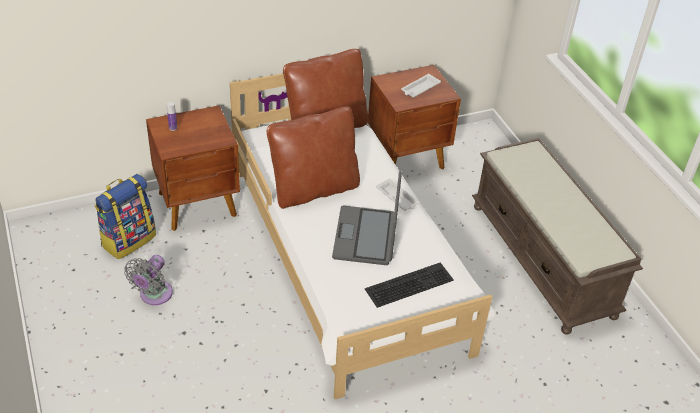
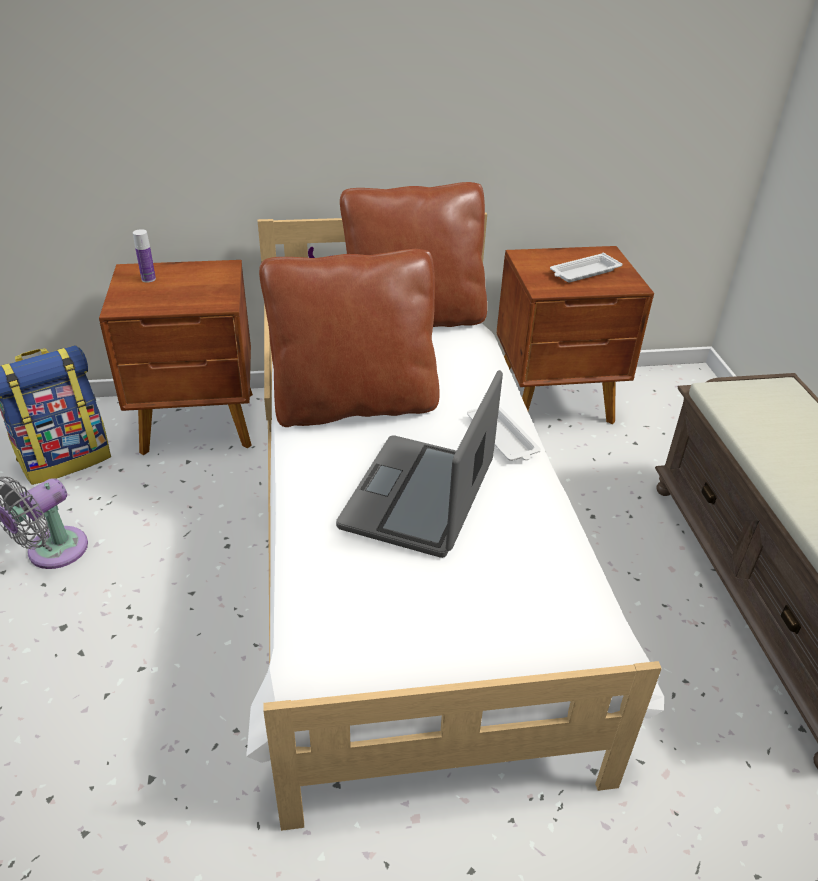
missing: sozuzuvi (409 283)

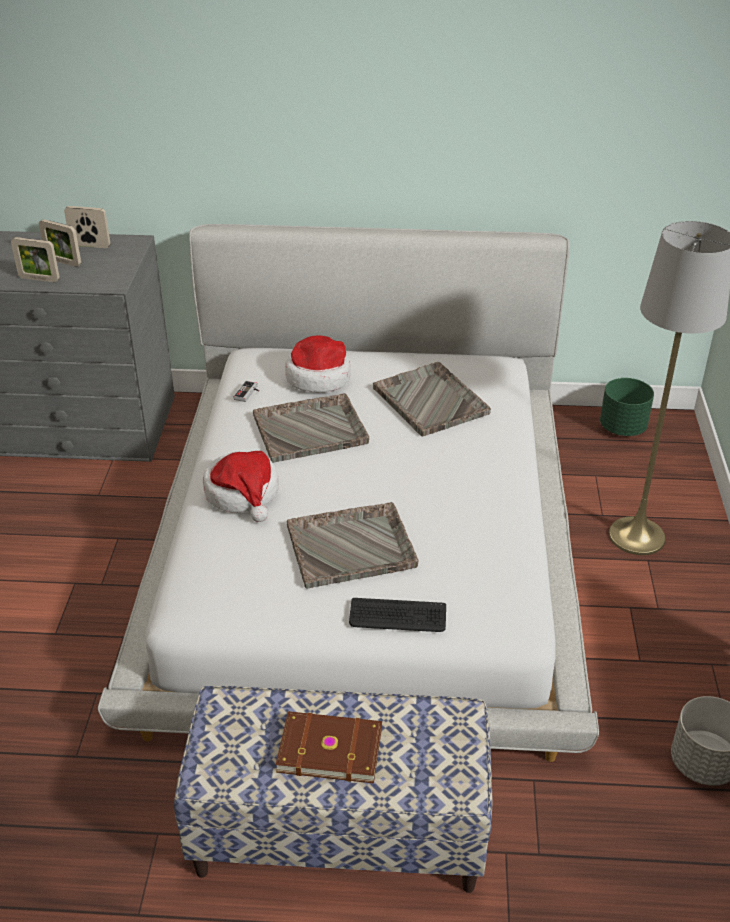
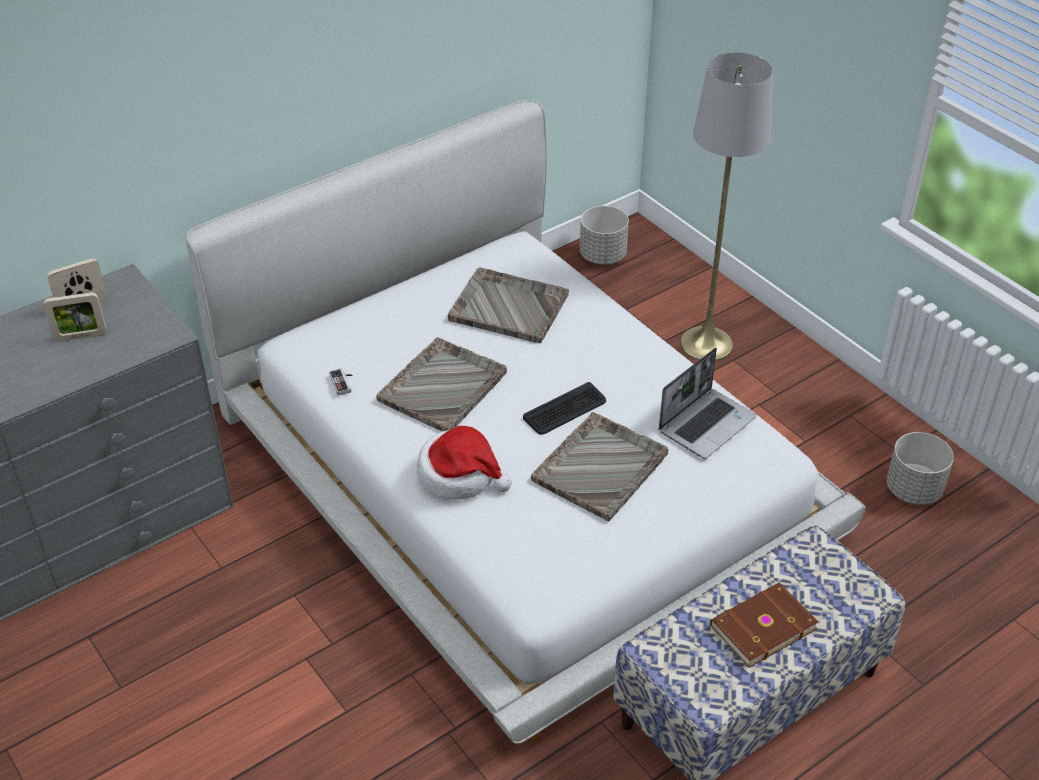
missing: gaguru (39 279); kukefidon (319 377)
appeared: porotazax (706 424)
relocated: sozuzuvi (397 616) to (565 410)
colour: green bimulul (622 428) to grey bimulul (602 256)

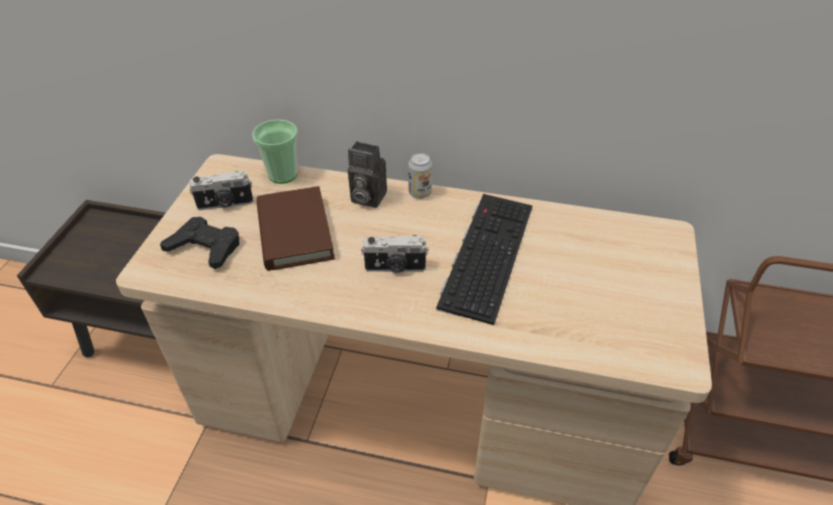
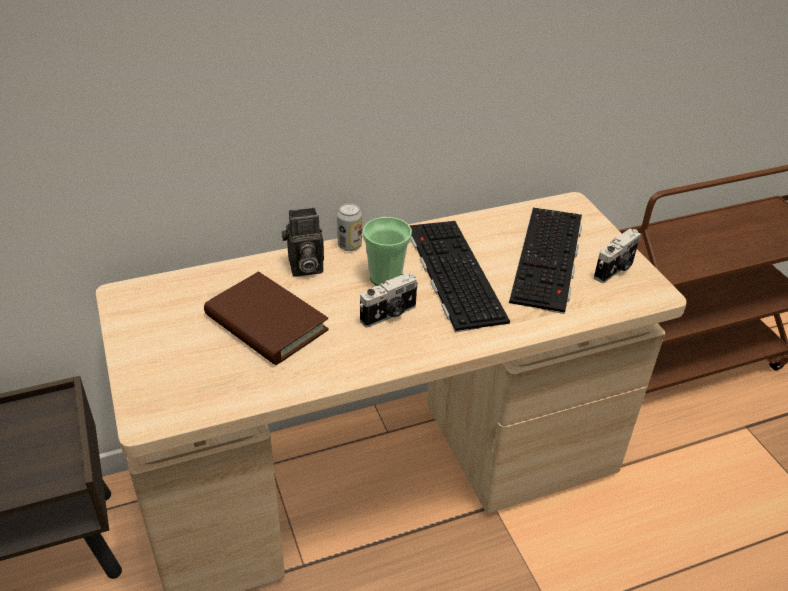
missing: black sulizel (205 247)
appeared: sozuzuvi (549 259)
relocated: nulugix (282 175) to (386 278); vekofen (225 204) to (615 269)

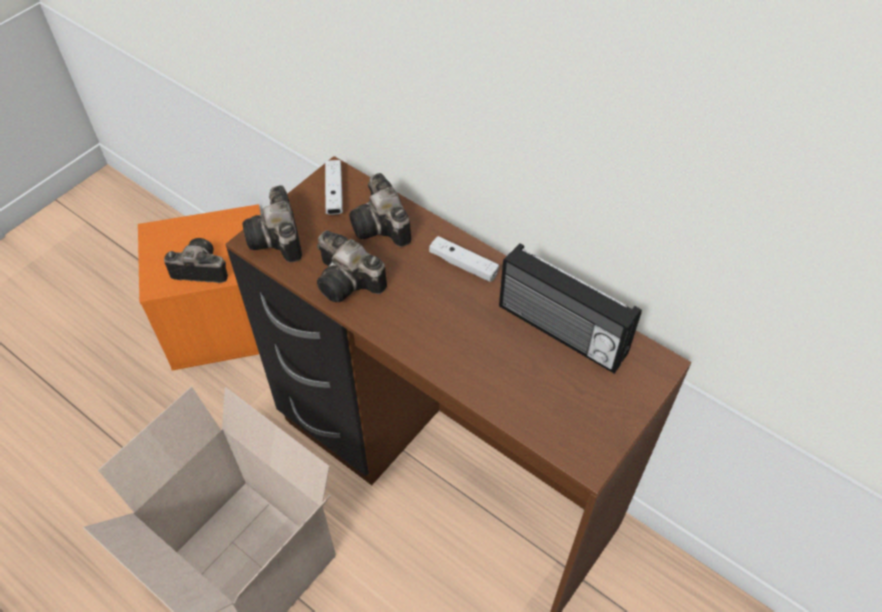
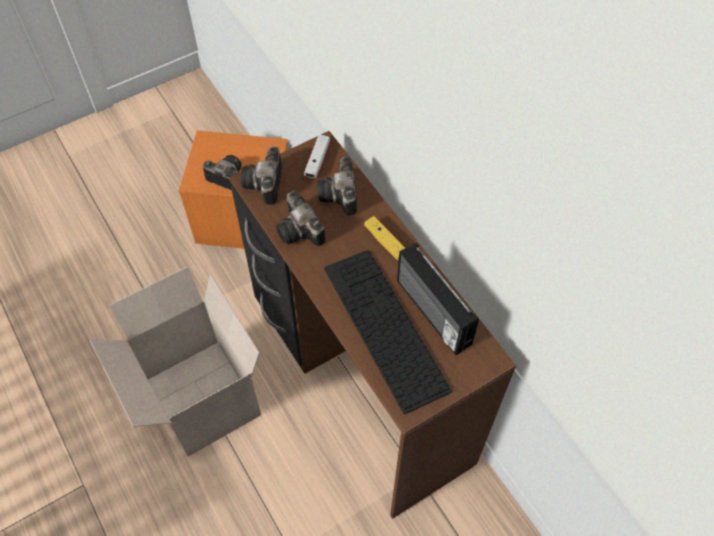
appeared: sozuzuvi (385 327)
colour: white sulizel (463 264) to yellow sulizel (385 242)

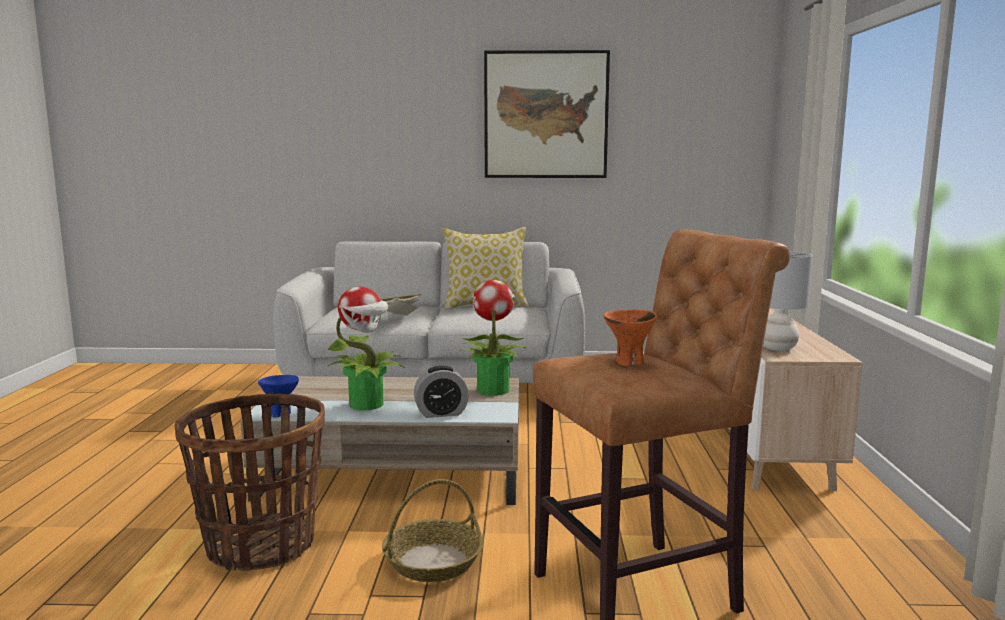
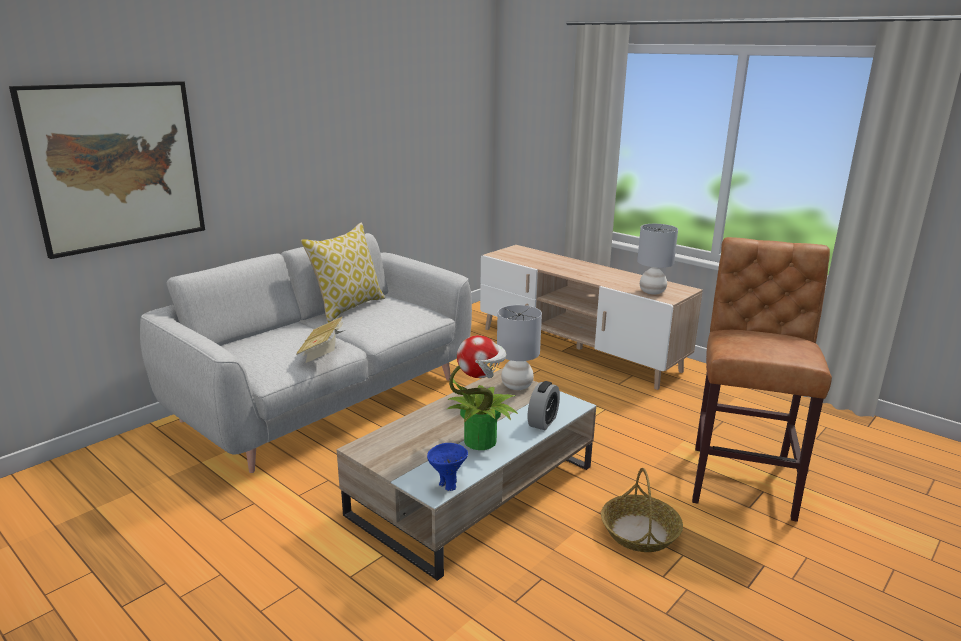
missing: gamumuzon (260 545); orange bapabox (629 362)
relocated: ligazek (546 115) to (116 166)
exchanged: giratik (492 390) to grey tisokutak (517 386)

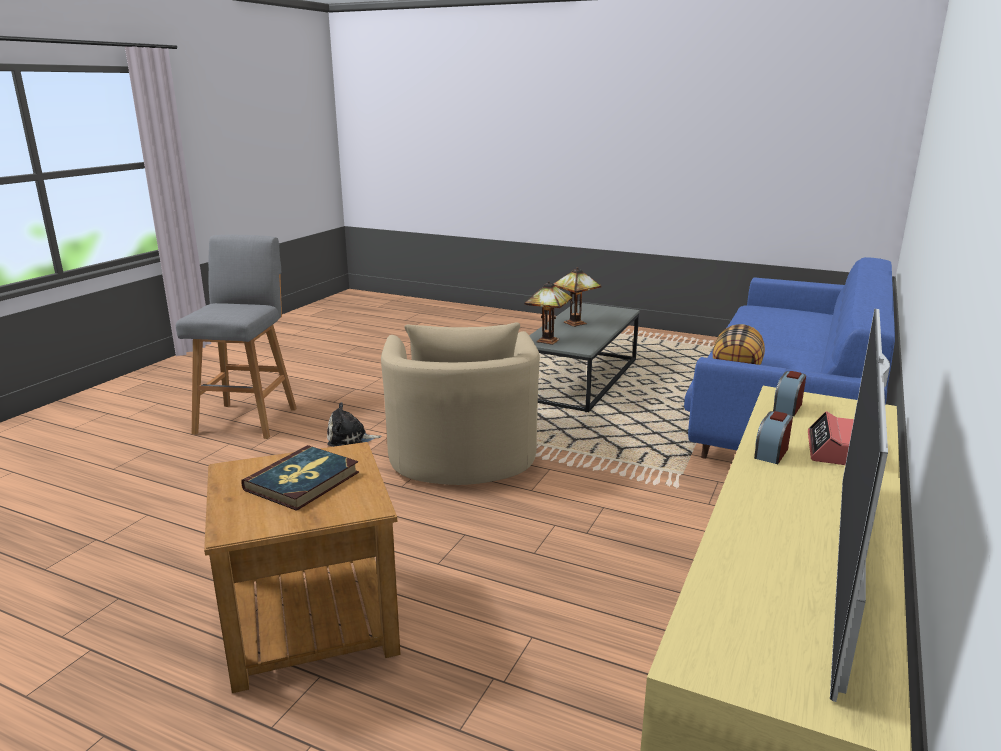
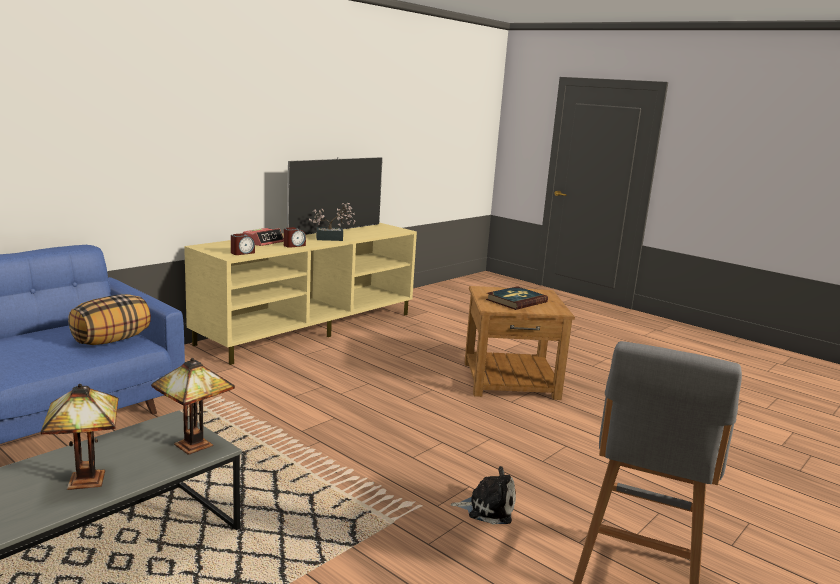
missing: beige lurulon (461 450)
appeared: giratik (333 238)

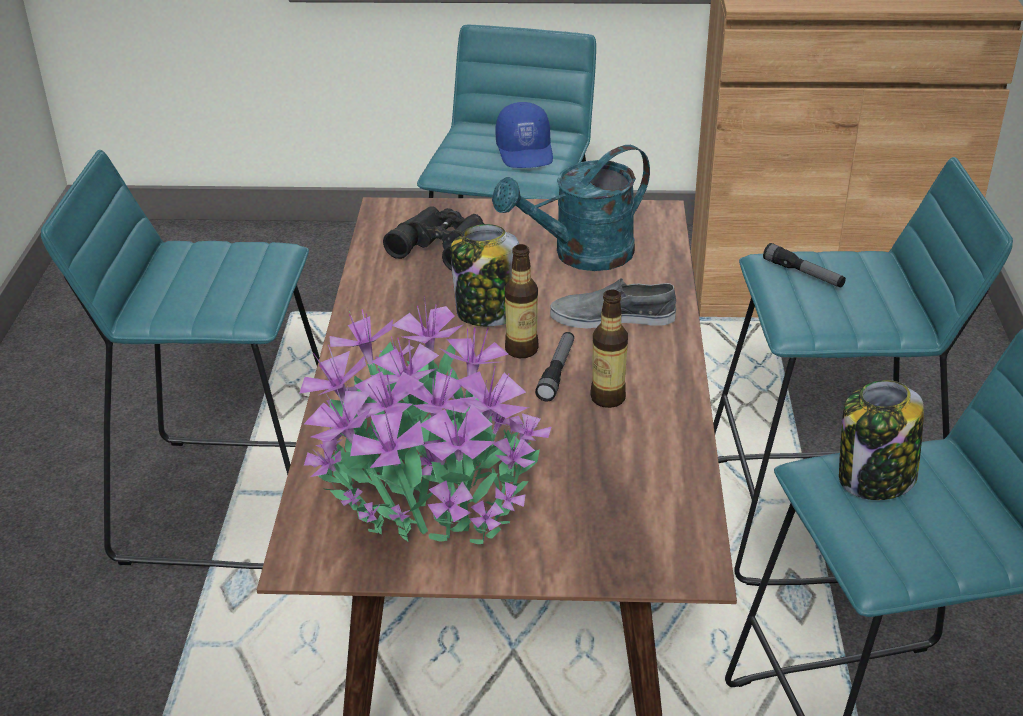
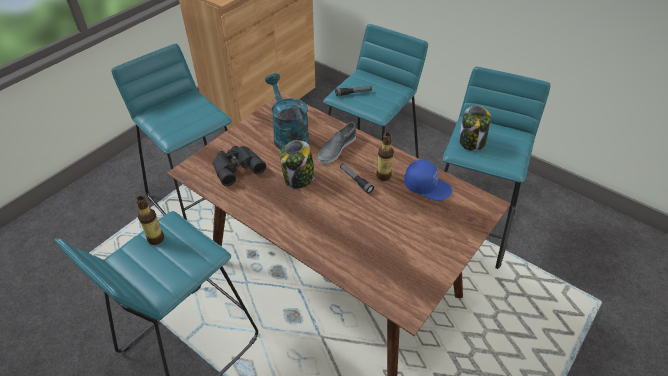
missing: giratik (426 489)
relocated: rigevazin (521 349) to (156 238); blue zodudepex (526 151) to (427 186)
spun: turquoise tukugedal (581 255) = (288 135) 150 degrees clockwise

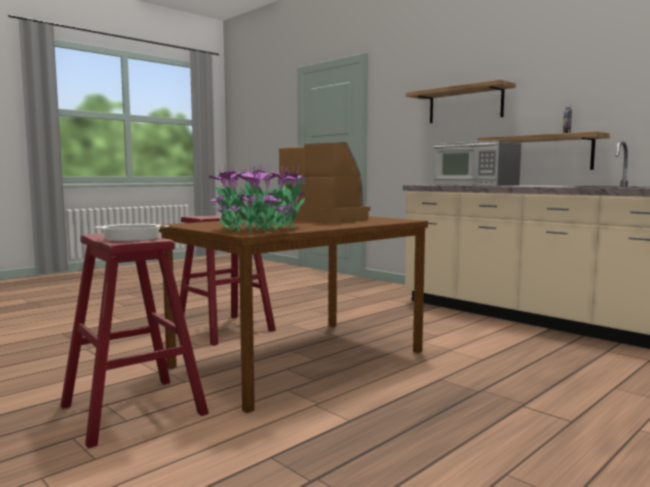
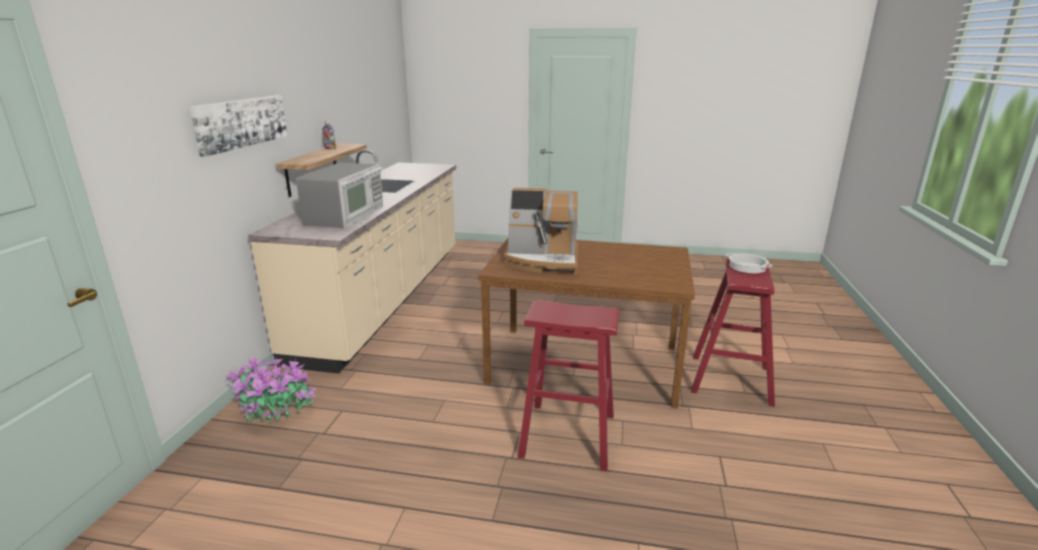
relocated: giratik (259 229) to (276 409)
exchanged: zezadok (465 105) to ligazek (241 123)
spun: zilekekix (326 218) = (543 261) 90 degrees counterclockwise

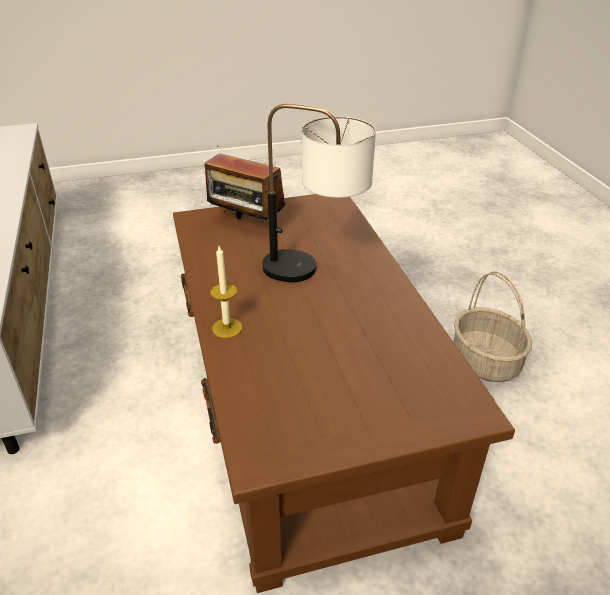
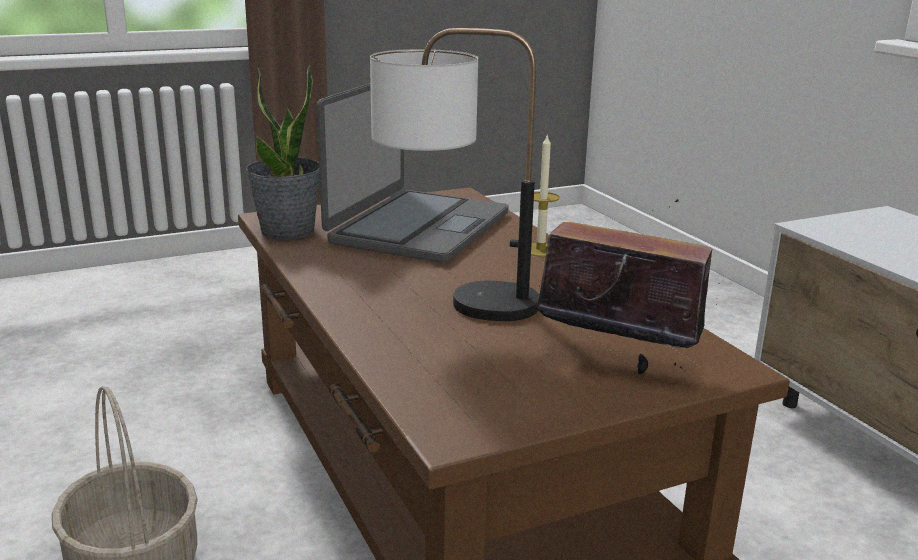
appeared: giratik (288 231); porotazax (418 227)

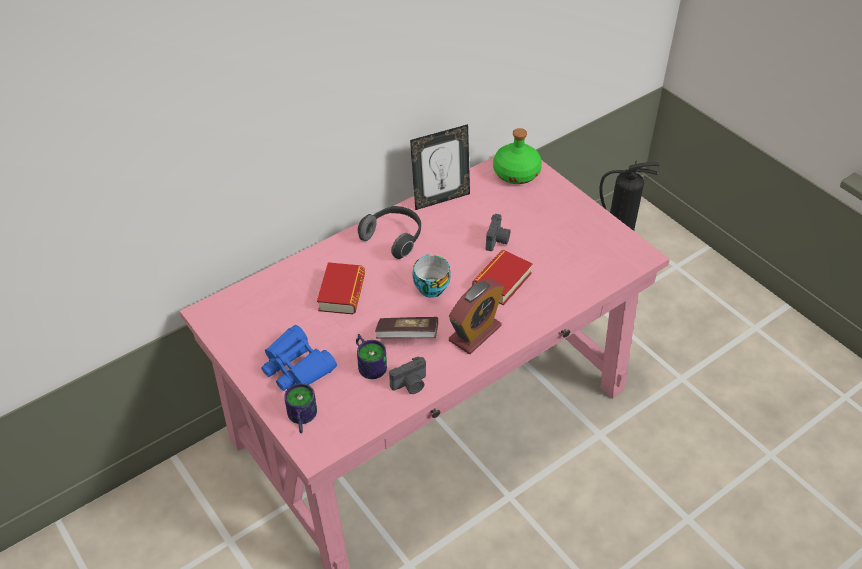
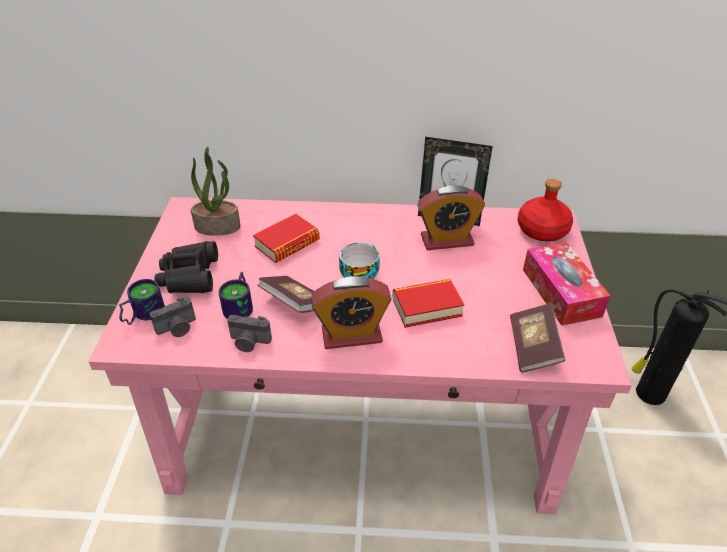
missing: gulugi (394 238)
appeared: giratik (218 226); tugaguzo (447 240); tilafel (533 347); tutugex (561 292)
relocated: vekofen (497 240) to (177 328)
colour: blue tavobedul (297 366) to black tavobedul (190 276); green rigevazin (517 173) to red rigevazin (542 230)

